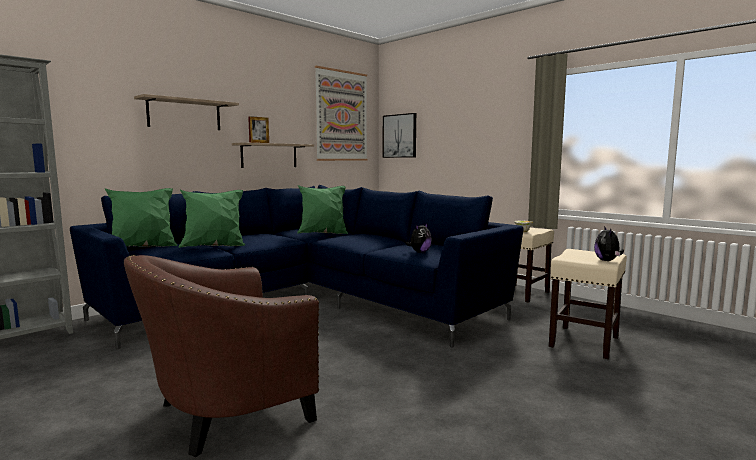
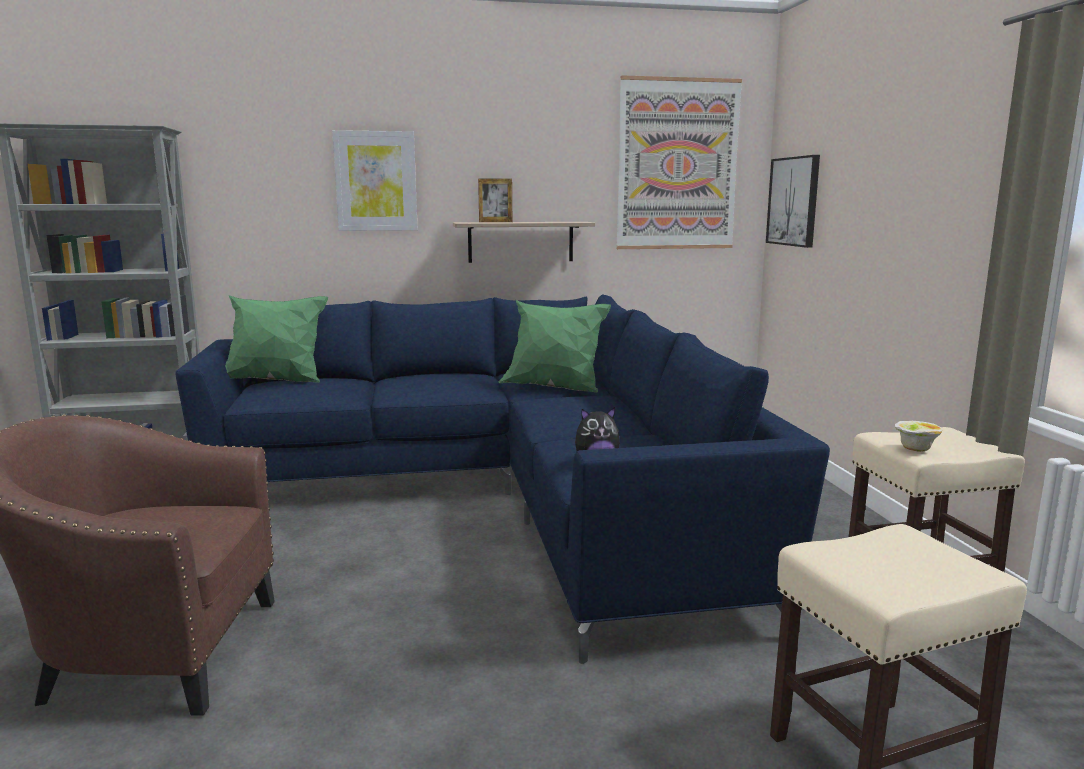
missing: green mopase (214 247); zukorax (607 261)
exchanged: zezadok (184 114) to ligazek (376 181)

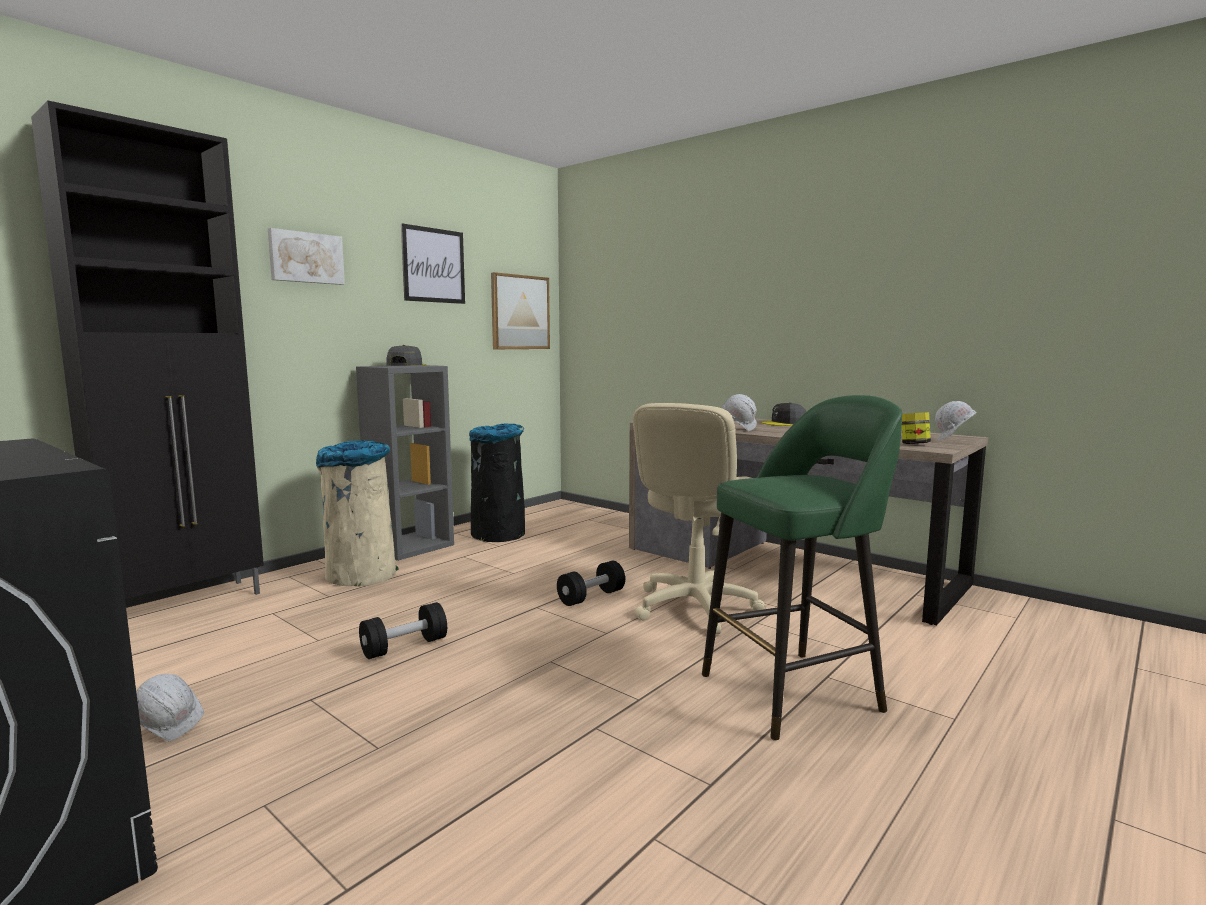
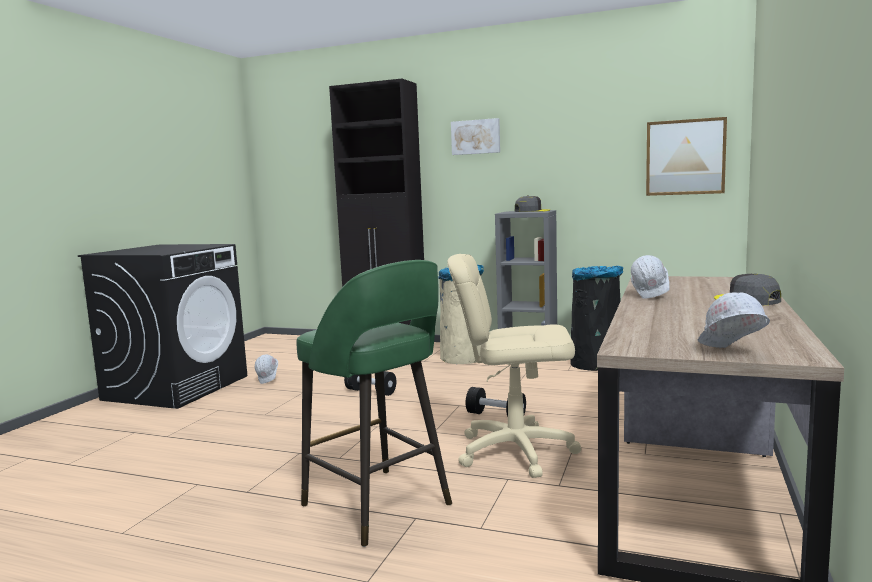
missing: ligazek (433 265); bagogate (914 444)

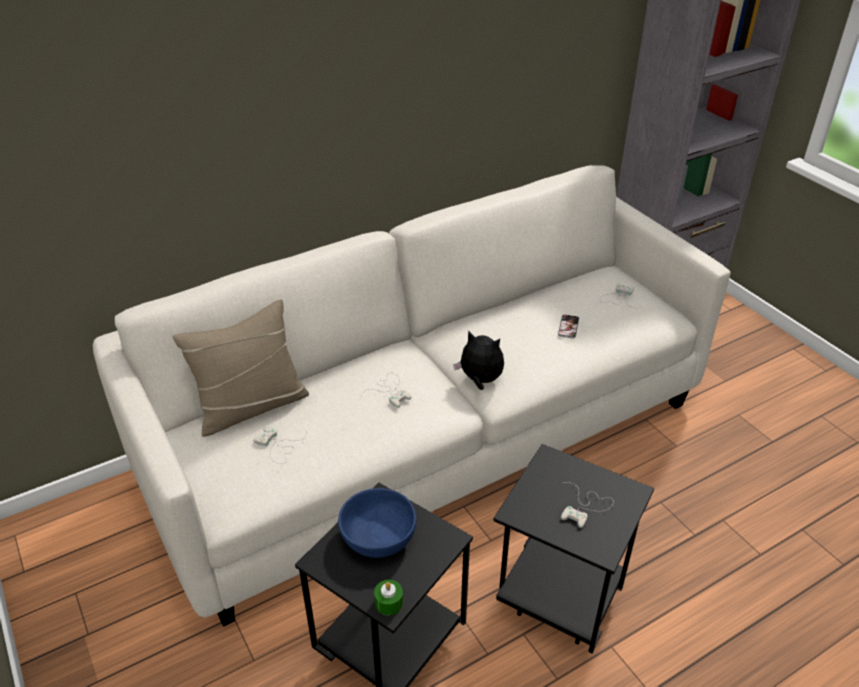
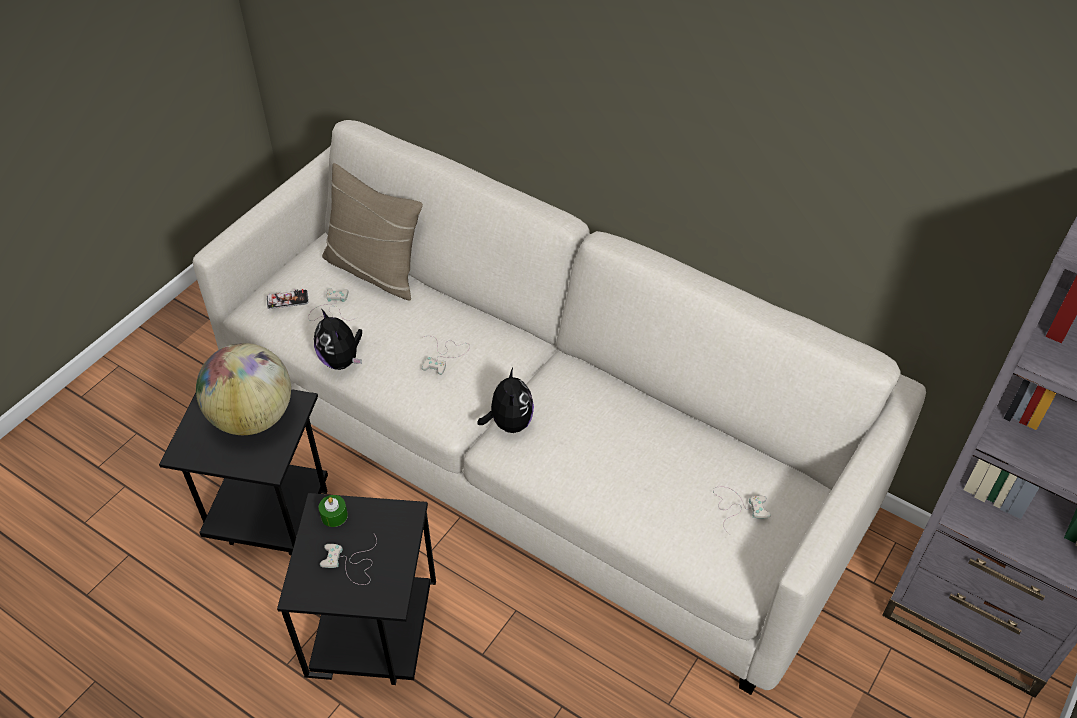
appeared: zukorax (342 360)
relocated: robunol (568 327) to (287 300); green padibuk (389 602) to (334 515)
exchanged: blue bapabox (378 536) to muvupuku (252 417)

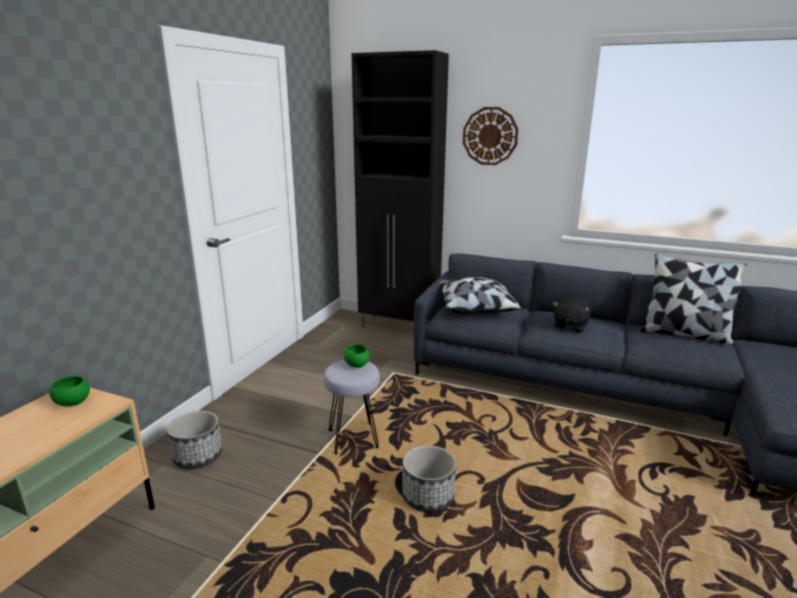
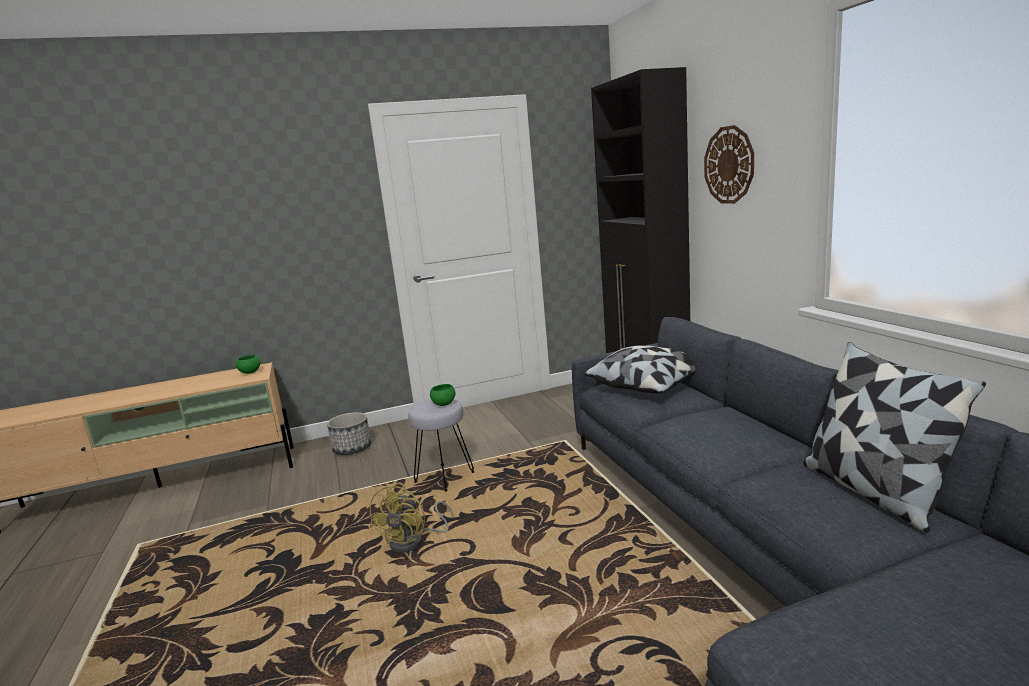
missing: black zukorax (570 326)
exchanged: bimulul (428 496) to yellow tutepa (414 541)

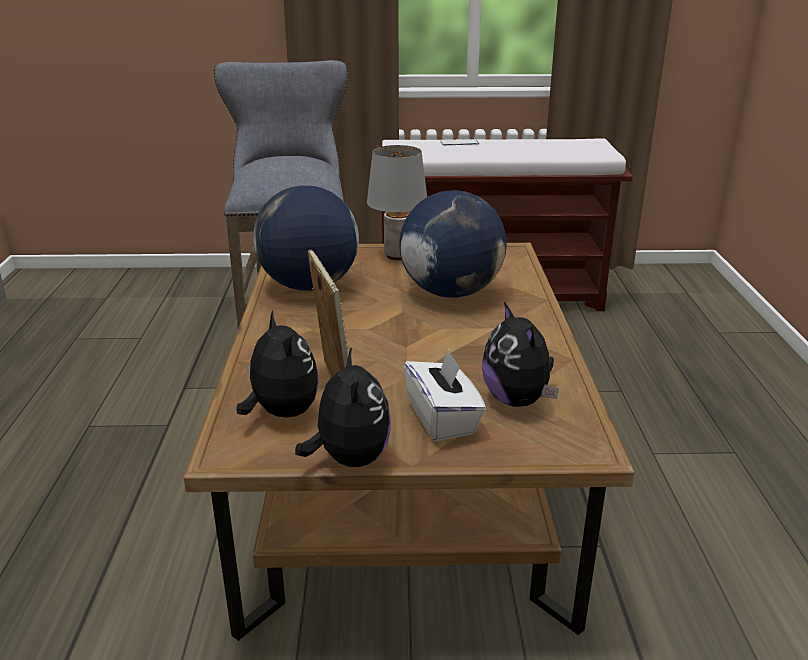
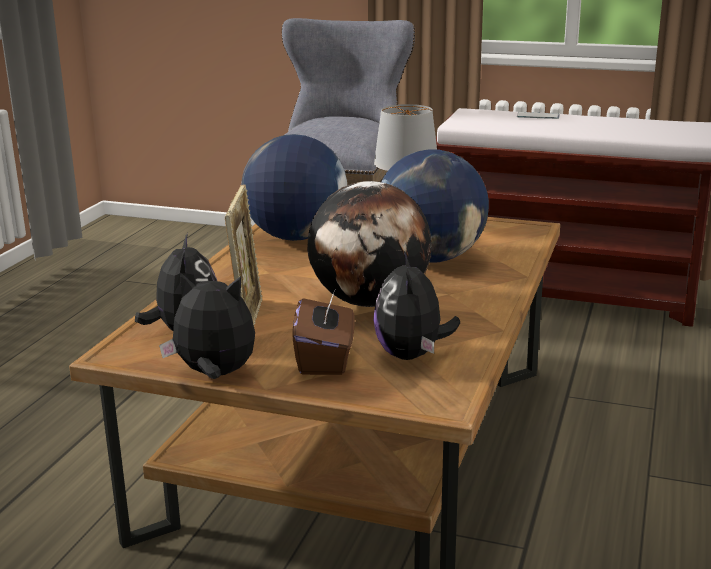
appeared: muvupuku (370 302)
colour: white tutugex (443 419) to brown tutugex (325 359)
spun: zukorax (349 458) = (214 375) 90 degrees counterclockwise

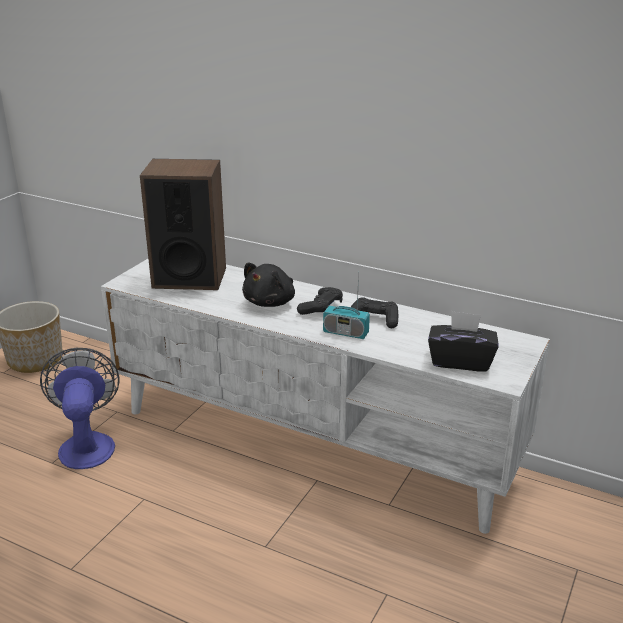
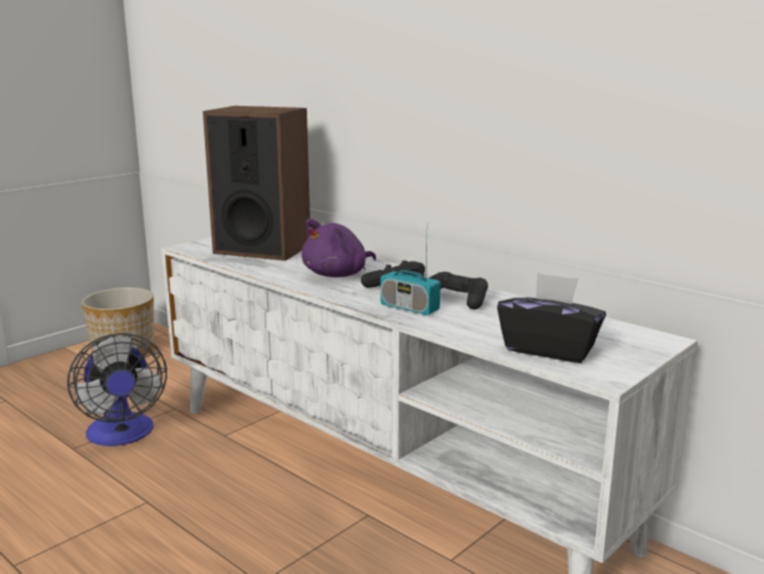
colour: black zukorax (271 302) to purple zukorax (338 275)
spun: tutepa (87 444) = (122 435) 150 degrees clockwise

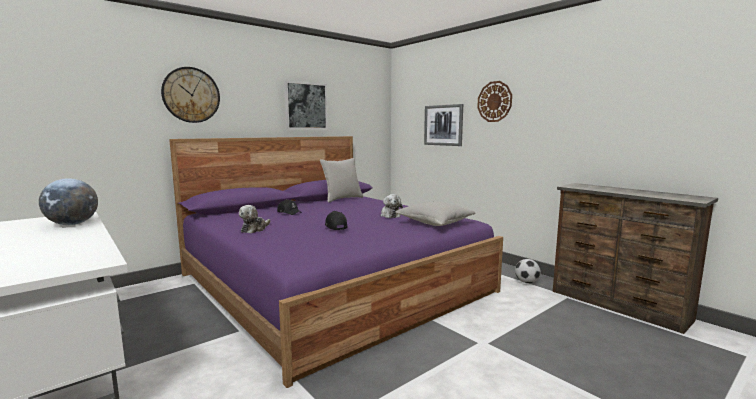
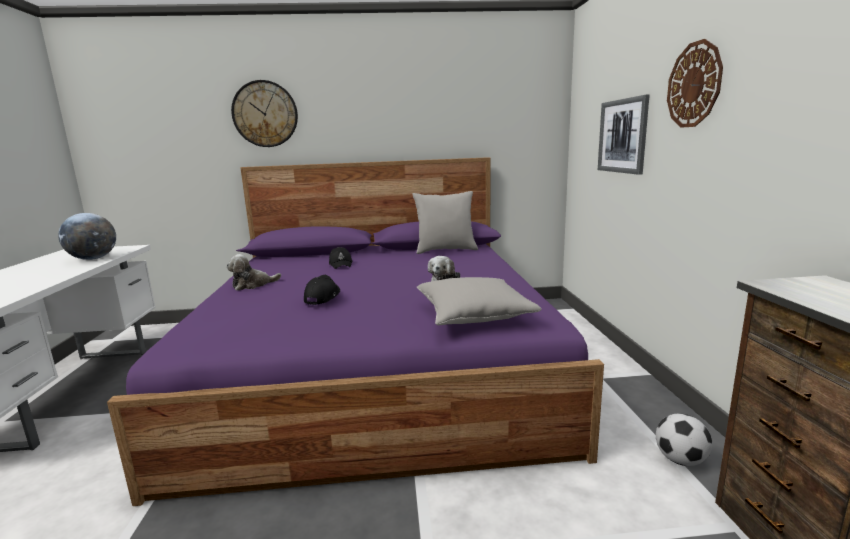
missing: ligazek (305 106)

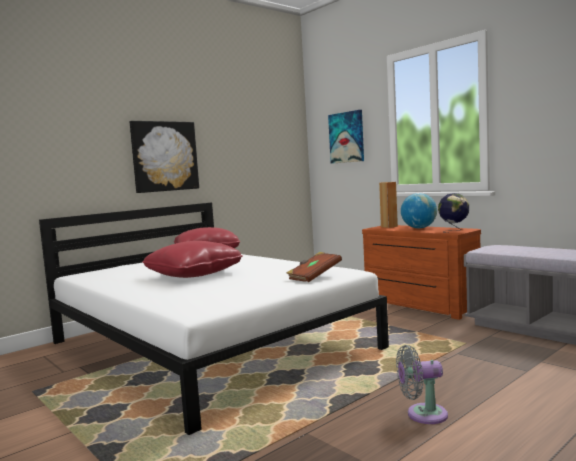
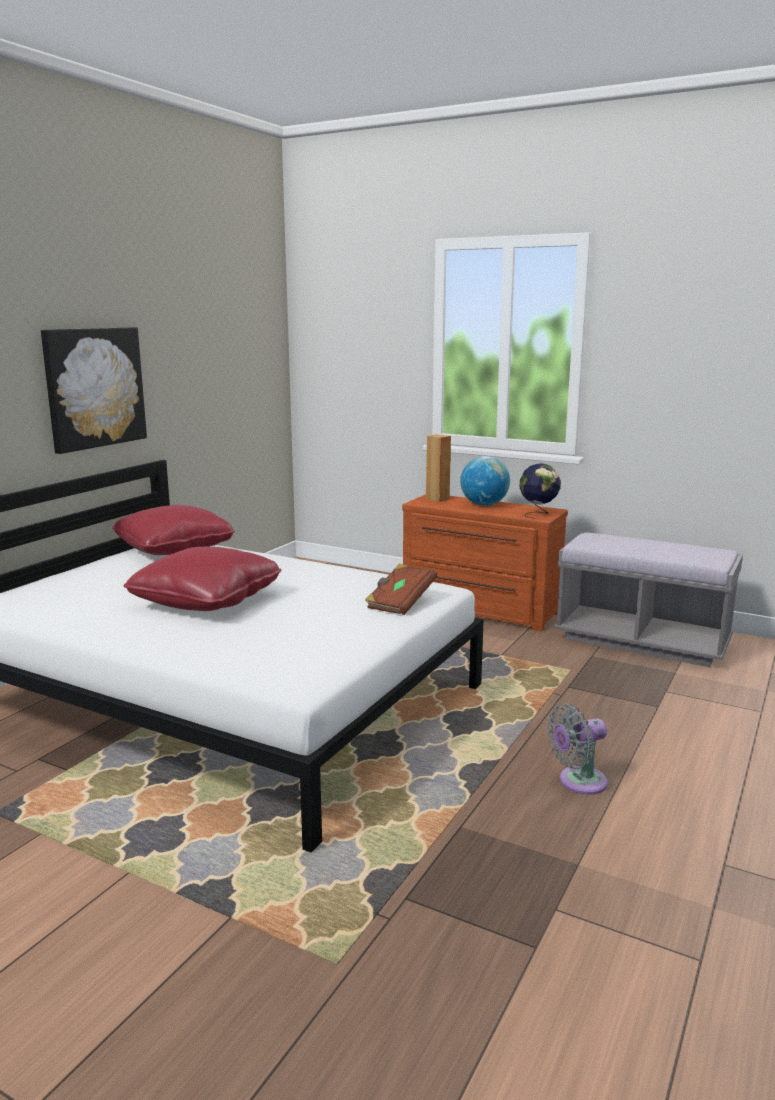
missing: ligazek (346 137)

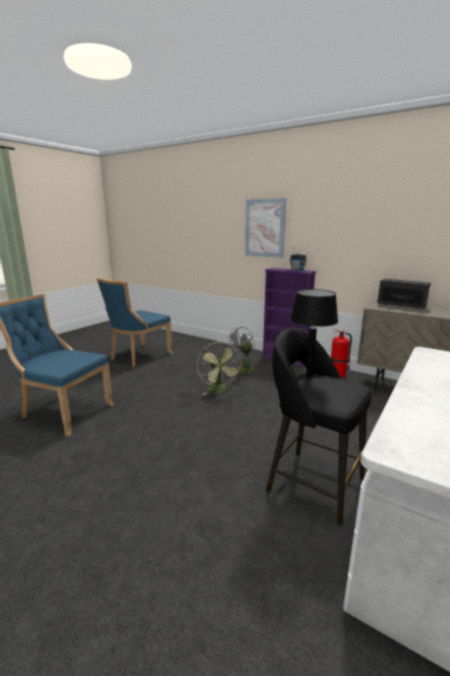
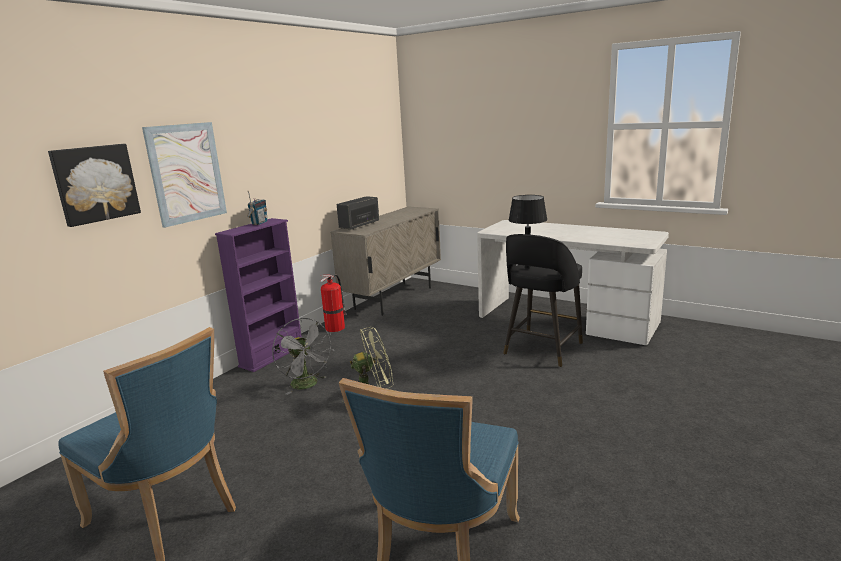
appeared: ligazek (95 183)

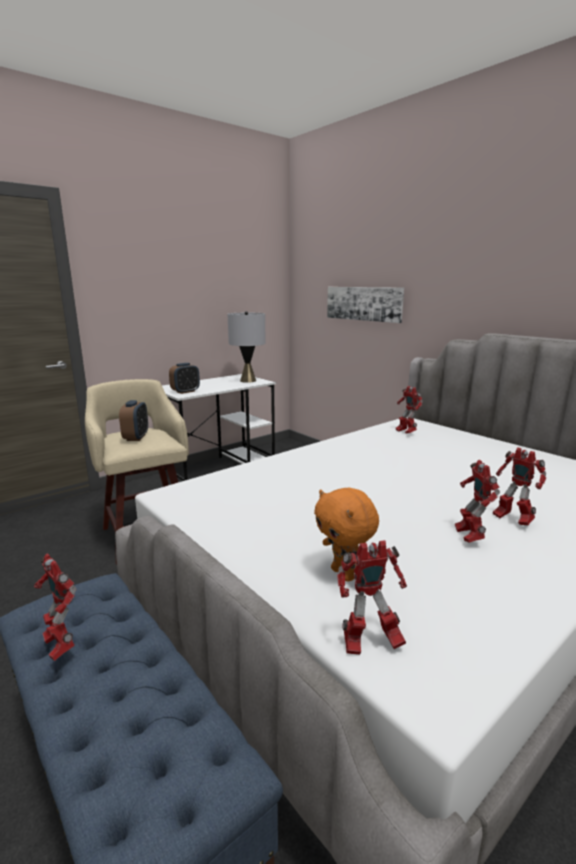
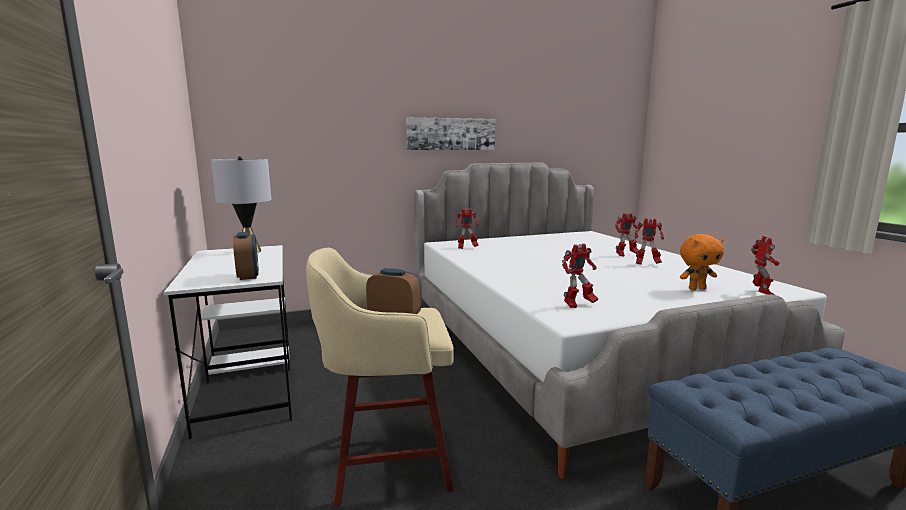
relocated: ligazek (364 303) to (451 134); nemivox (60 645) to (578 305)

